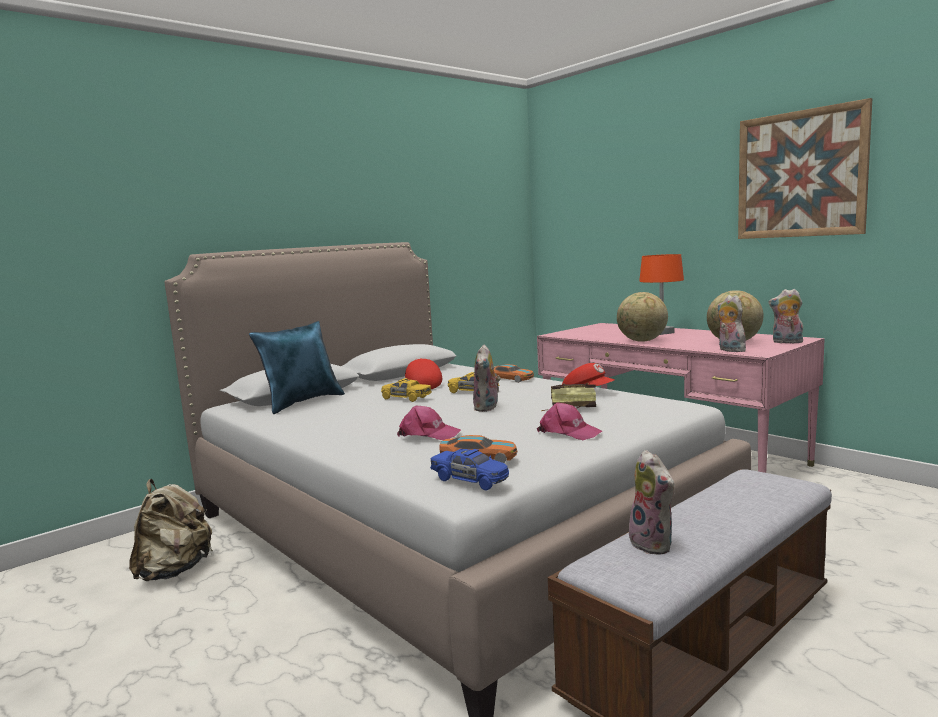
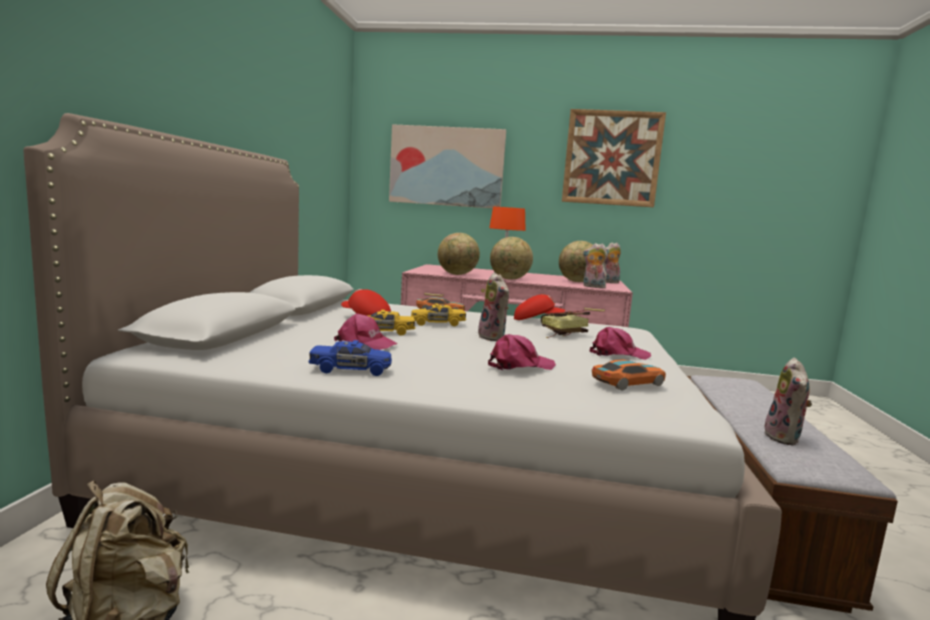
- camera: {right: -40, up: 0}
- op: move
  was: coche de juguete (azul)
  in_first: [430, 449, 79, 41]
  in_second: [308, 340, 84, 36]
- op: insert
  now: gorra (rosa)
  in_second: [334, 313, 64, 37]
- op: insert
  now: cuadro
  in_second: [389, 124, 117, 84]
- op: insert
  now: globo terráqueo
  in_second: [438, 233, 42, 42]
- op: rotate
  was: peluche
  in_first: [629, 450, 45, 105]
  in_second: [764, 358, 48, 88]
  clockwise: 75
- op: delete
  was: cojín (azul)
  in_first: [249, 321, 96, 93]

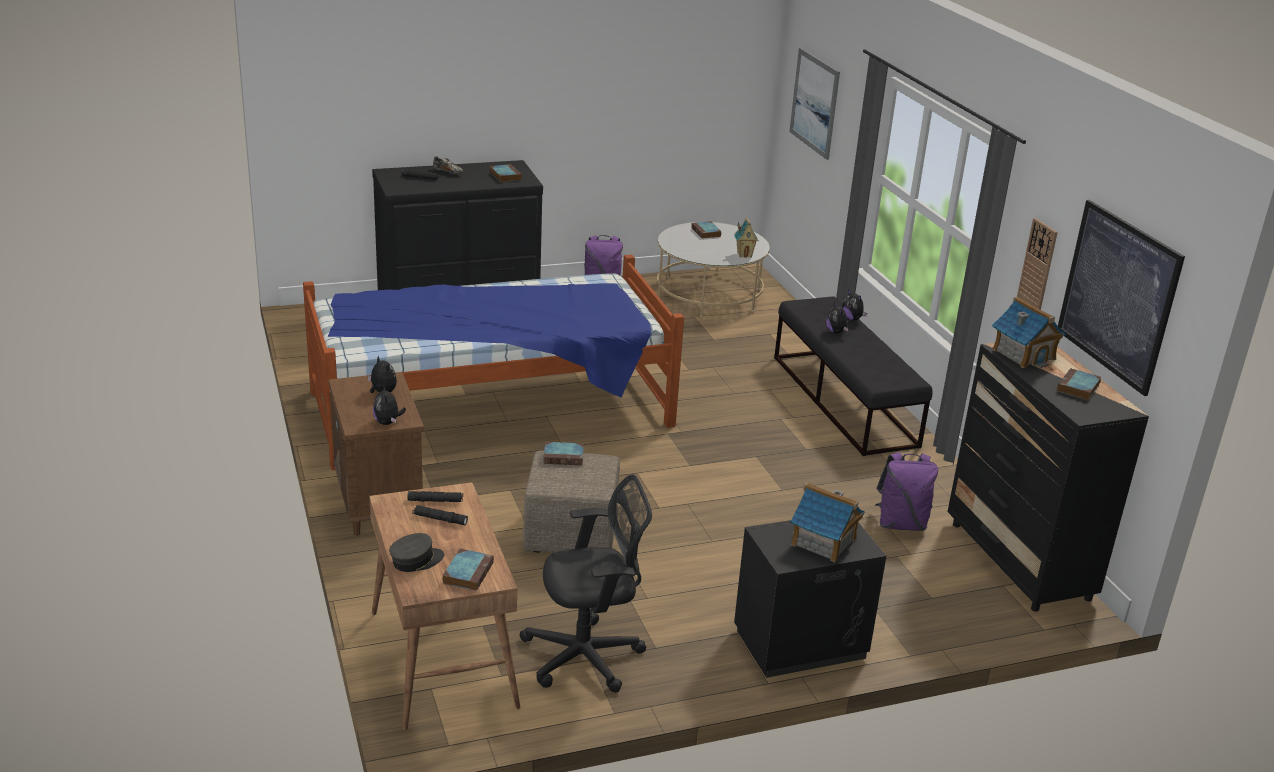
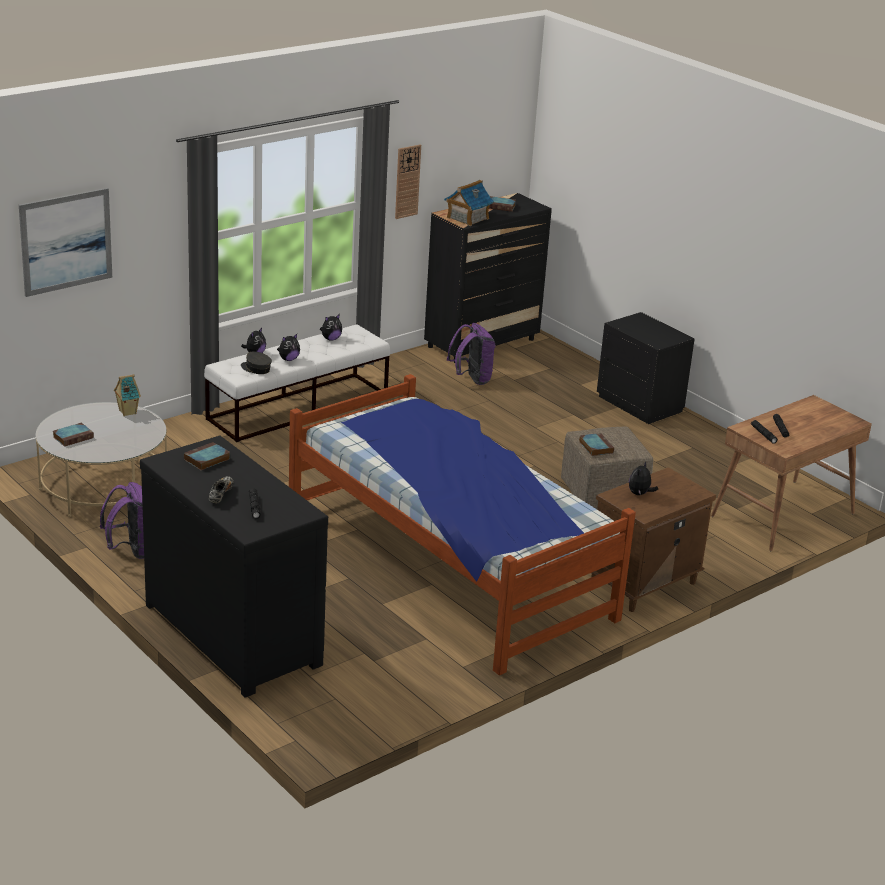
- camera: {right: -110, up: 0}
- op: recolor
  was: banco (negro)
  now: banco (blanco)
  in_first: [774, 297, 159, 159]
  in_second: [204, 324, 186, 118]
- op: move
  was: gorra (gris)
  in_first: [389, 533, 56, 39]
  in_second: [241, 351, 31, 23]
- op: move
  was: peluche
  in_first: [373, 385, 33, 40]
  in_second: [320, 314, 22, 27]
- op: delete
  was: libro
  in_first: [442, 549, 52, 42]
- op: delete
  was: silla de oficina (negro)
  in_first: [520, 475, 132, 217]
- op: delete
  was: casita
  in_first: [791, 483, 74, 79]
- op: delete
  was: cuadro
  in_first: [1058, 200, 127, 196]

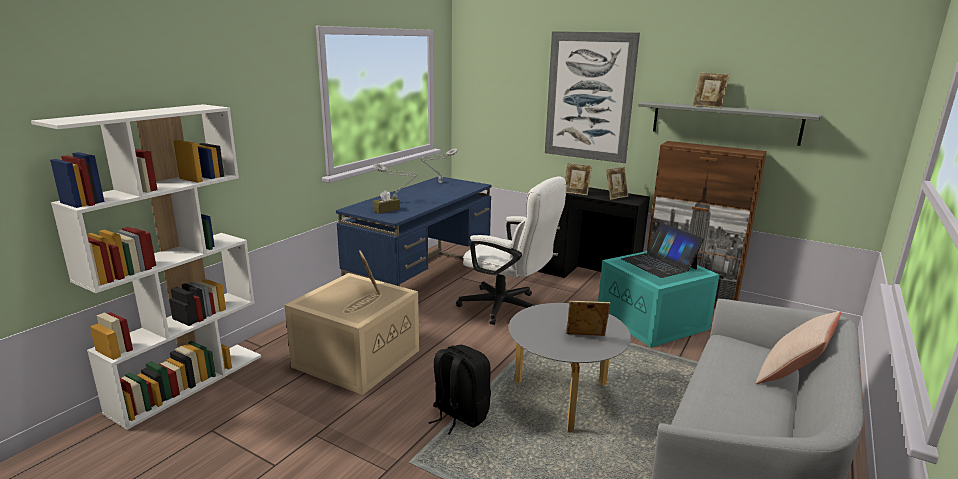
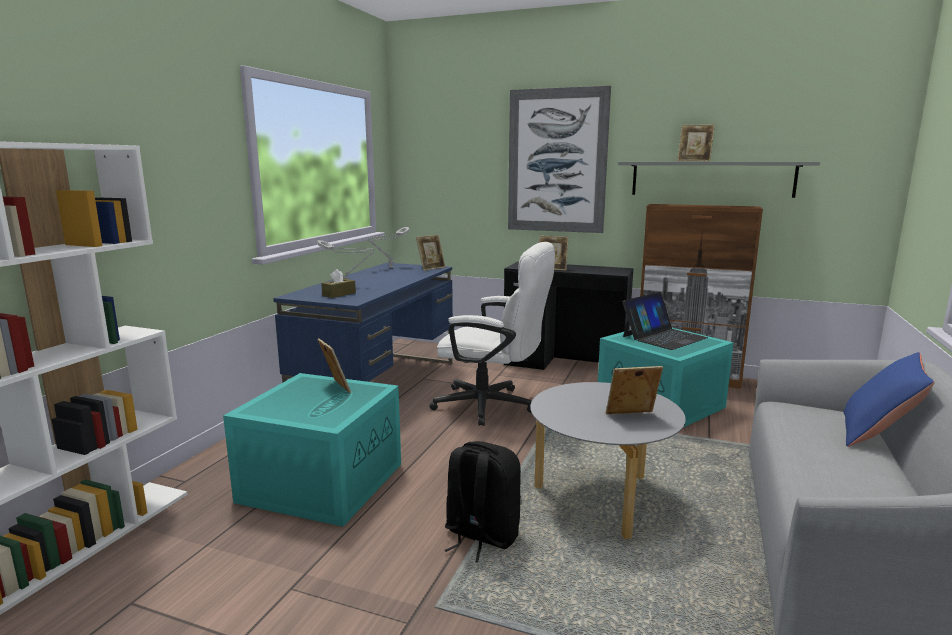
- camera: {right: -10, up: -5}
- op: recolor
  was: caja de almacenaje (beis)
  now: caja de almacenaje (turquesa)
  in_first: [284, 273, 135, 122]
  in_second: [223, 373, 178, 154]
- op: move
  was: portarretratos
  in_first: [606, 167, 22, 33]
  in_second: [416, 235, 30, 36]
- op: rotate
  was: portátil
  in_first: [621, 222, 83, 56]
  in_second: [622, 292, 86, 58]
  clockwise: -90
- op: recolor
  was: cojín (beis)
  now: cojín (azul)
  in_first: [756, 311, 85, 73]
  in_second: [843, 352, 92, 95]

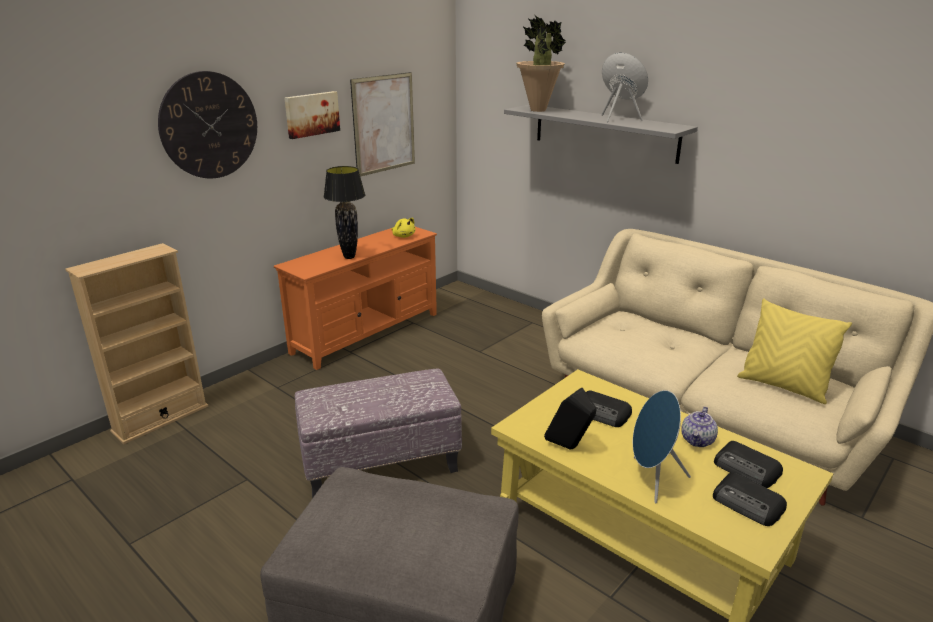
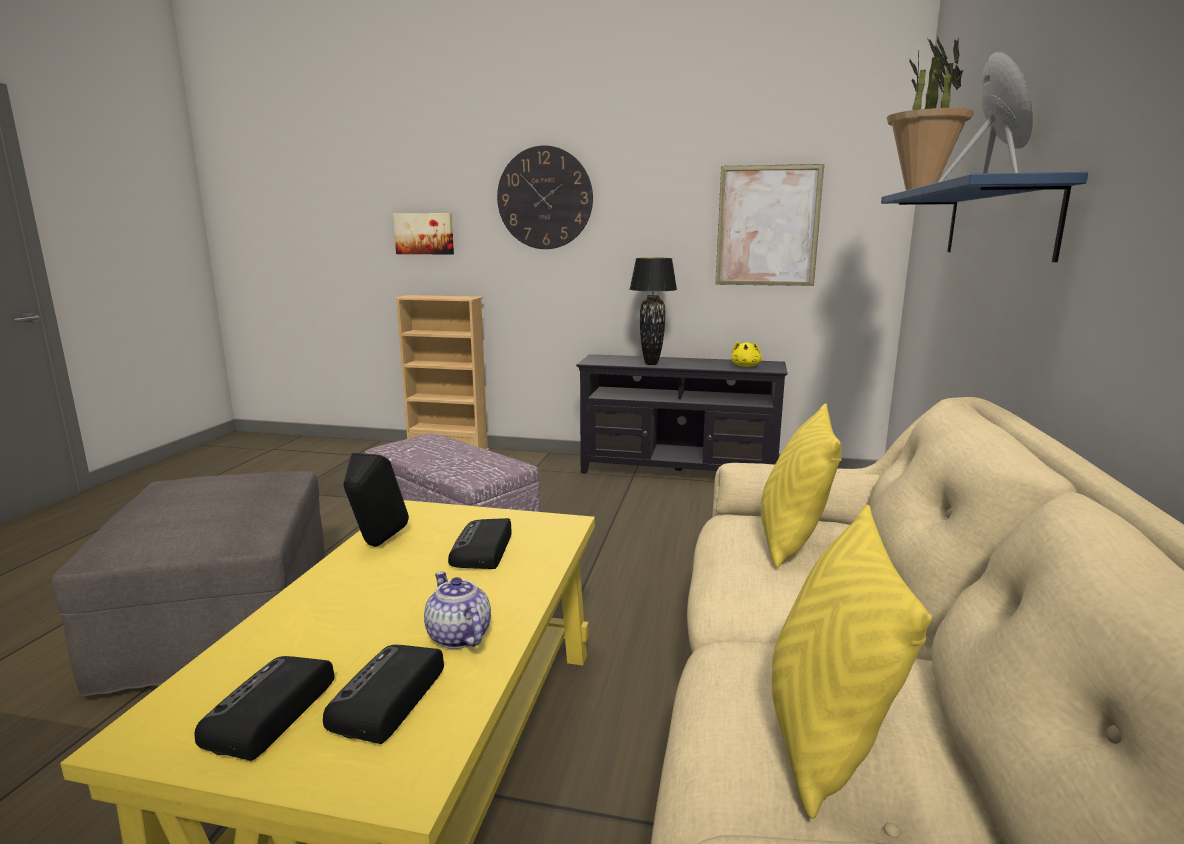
- camera: {right: 60, up: -10}
- op: move
  was: cuadro
  in_first: [284, 91, 56, 48]
  in_second: [393, 213, 61, 42]
- op: rotate
  was: tetera
  in_first: [681, 407, 37, 40]
  in_second: [424, 572, 67, 77]
  clockwise: 60
- op: recolor
  was: mueble de televisión (naranja)
  now: mueble de televisión (negro)
  in_first: [274, 227, 163, 143]
  in_second: [576, 354, 211, 120]
- op: insert
  now: cojín (amarillo)
  in_second: [761, 403, 81, 165]
- op: recolor
  was: estante (gris)
  now: estante (azul)
  in_first: [504, 105, 194, 59]
  in_second: [881, 172, 207, 90]
- op: delete
  was: altavoz (azul)
  in_first: [633, 390, 58, 113]

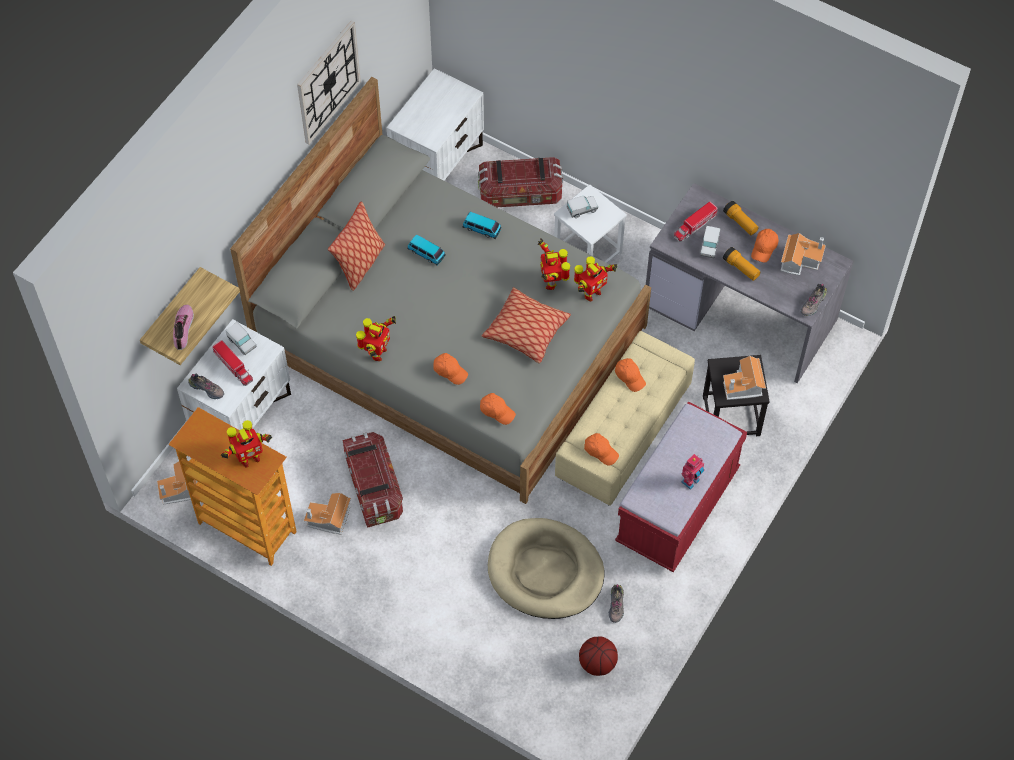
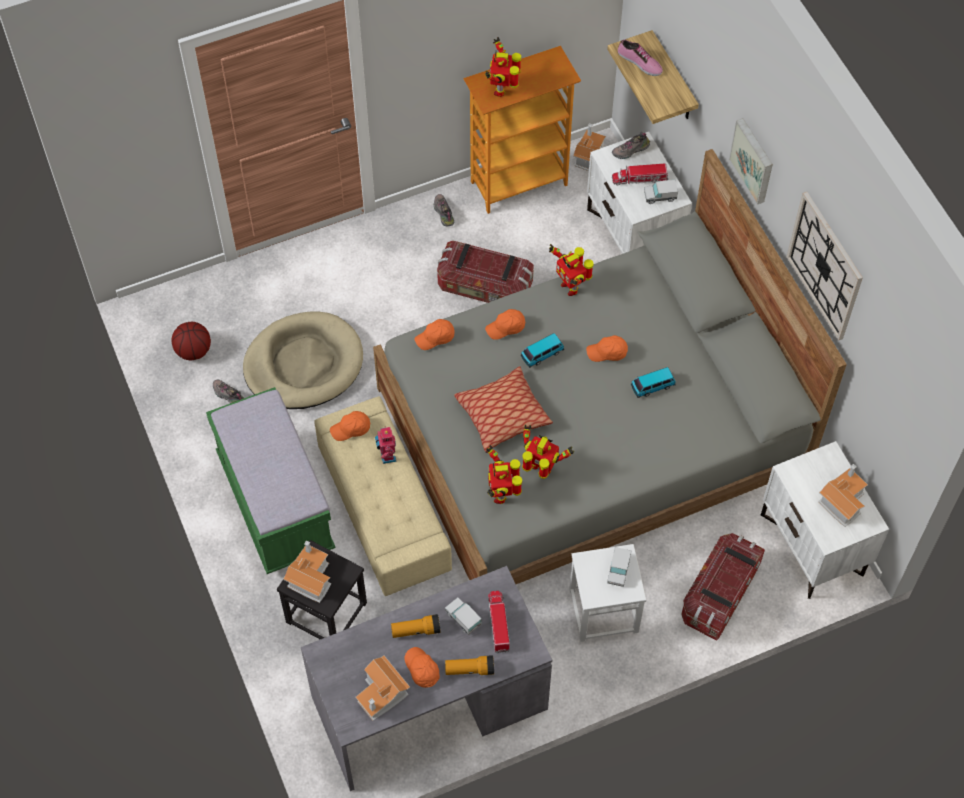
- camera: {right: 125, up: 0}
- op: recolor
  was: banco (rojo)
  now: banco (verde)
  in_first: [615, 402, 132, 170]
  in_second: [206, 387, 130, 187]
- op: move
  was: robot de juguete
  in_first: [681, 454, 24, 36]
  in_second: [375, 426, 22, 38]
- op: move
  was: zapato
  in_first: [800, 284, 27, 32]
  in_second: [434, 194, 21, 32]
- op: move
  was: coche de juguete
  in_first: [463, 212, 38, 27]
  in_second: [520, 333, 44, 35]
- op: move
  was: gorra (naranja)
  in_first: [615, 358, 31, 34]
  in_second: [586, 335, 42, 27]
- op: insert
  now: cuadro
  in_second: [729, 119, 44, 86]
- op: move
  was: casita
  in_first: [304, 493, 47, 42]
  in_second: [818, 464, 50, 63]
- op: delete
  was: cojín
  in_first: [328, 202, 57, 89]

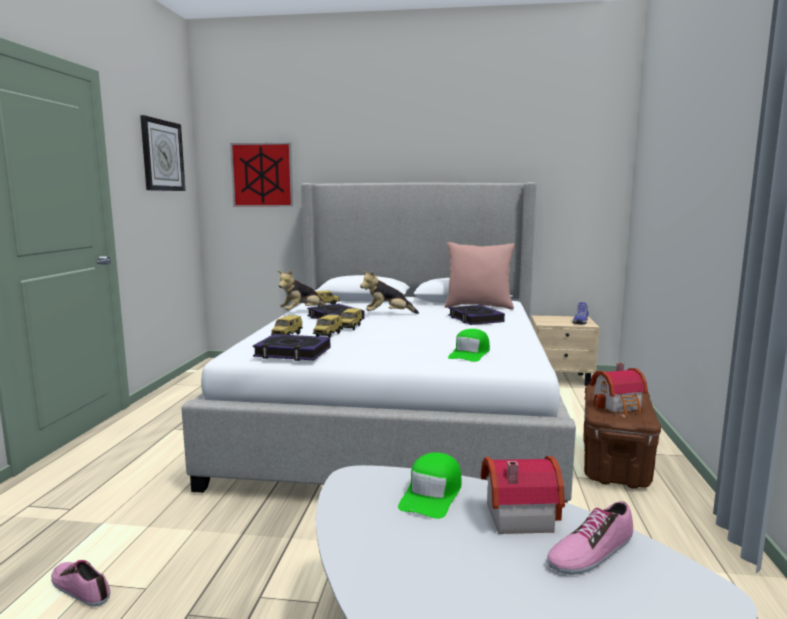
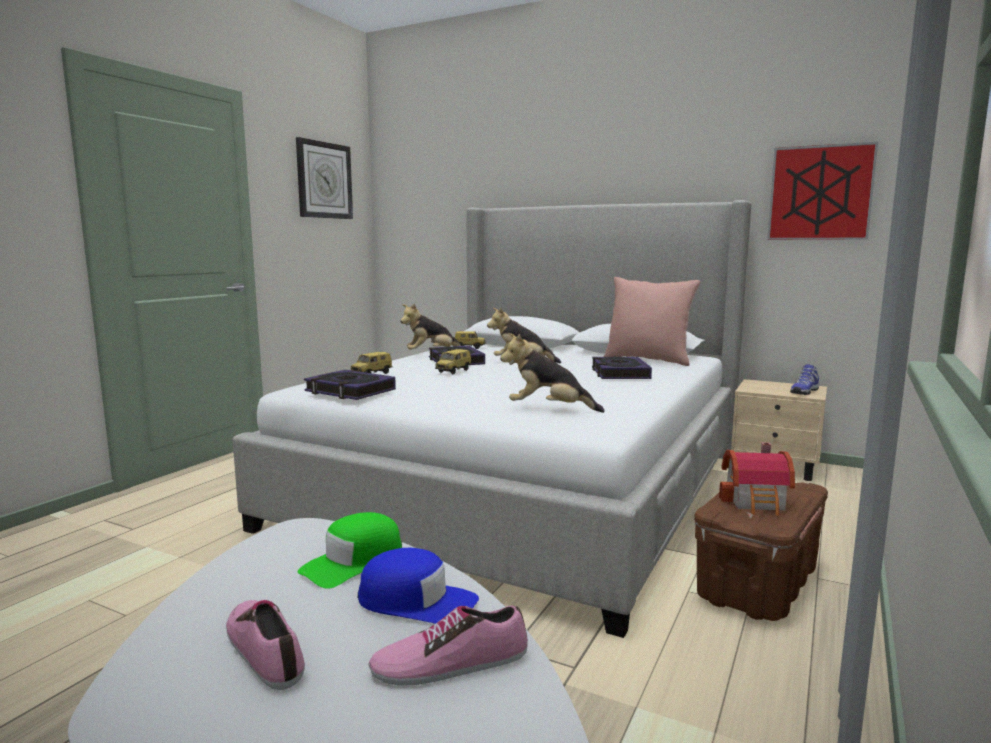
- camera: {right: 20, up: 0}
- op: move
  was: zapato
  in_first: [51, 560, 59, 47]
  in_second: [226, 600, 79, 90]
- op: replace
  was: casita
  now: gorra (azul)
  in_first: [481, 456, 84, 78]
  in_second: [358, 548, 121, 76]
- op: replace
  was: gorra (verde)
  now: peluche
  in_first: [448, 329, 42, 33]
  in_second: [500, 333, 105, 80]
- op: move
  was: cuadro
  in_first: [230, 143, 63, 64]
  in_second: [767, 142, 111, 98]
- op: delete
  was: coche de juguete
  in_first: [313, 315, 29, 23]

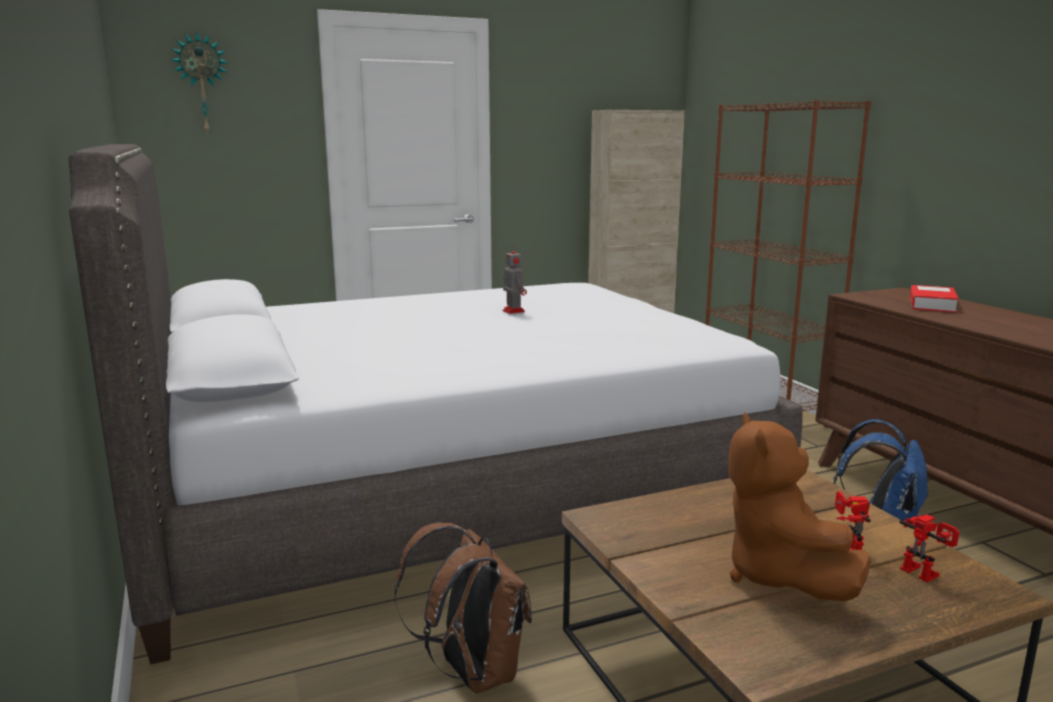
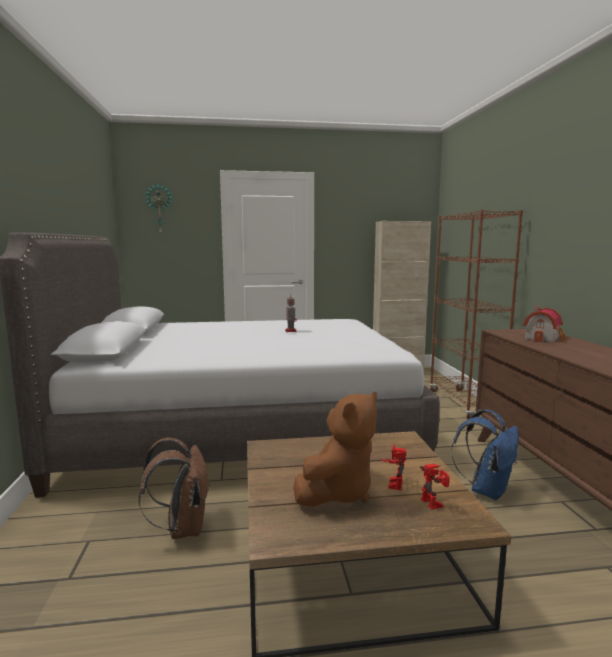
- camera: {right: 15, up: -5}
- op: rotate
  was: peluche (marrón)
  in_first: [728, 412, 143, 189]
  in_second: [293, 392, 84, 115]
  clockwise: -150
- op: replace
  was: libro
  now: casita
  in_first: [910, 285, 49, 28]
  in_second: [523, 306, 43, 36]

